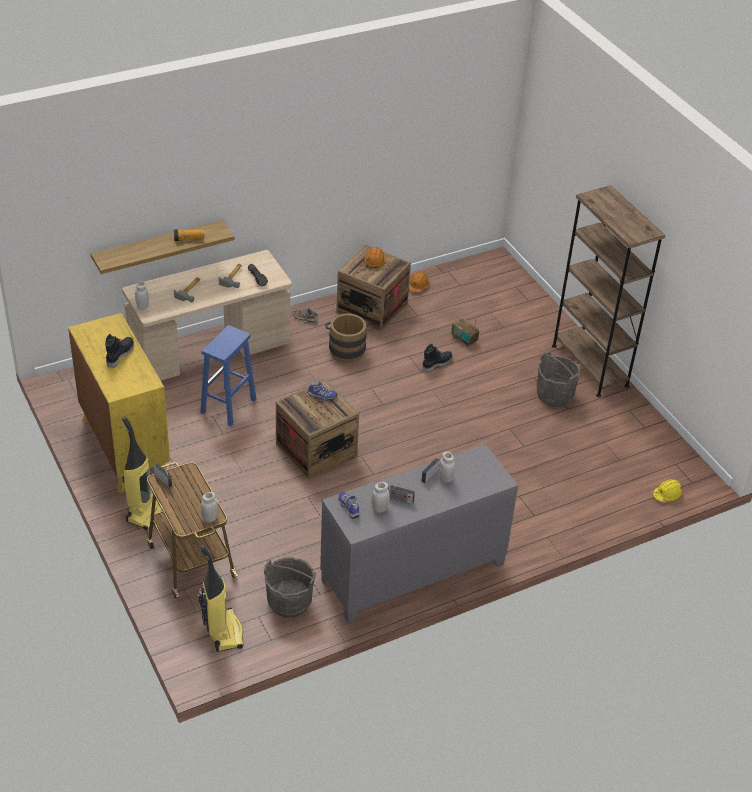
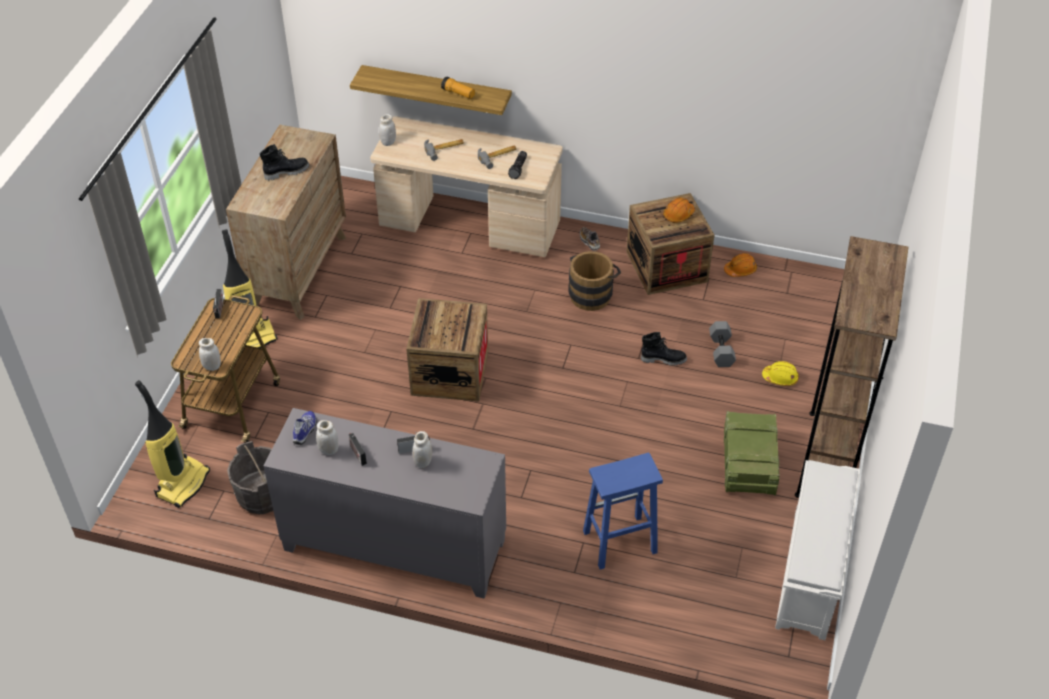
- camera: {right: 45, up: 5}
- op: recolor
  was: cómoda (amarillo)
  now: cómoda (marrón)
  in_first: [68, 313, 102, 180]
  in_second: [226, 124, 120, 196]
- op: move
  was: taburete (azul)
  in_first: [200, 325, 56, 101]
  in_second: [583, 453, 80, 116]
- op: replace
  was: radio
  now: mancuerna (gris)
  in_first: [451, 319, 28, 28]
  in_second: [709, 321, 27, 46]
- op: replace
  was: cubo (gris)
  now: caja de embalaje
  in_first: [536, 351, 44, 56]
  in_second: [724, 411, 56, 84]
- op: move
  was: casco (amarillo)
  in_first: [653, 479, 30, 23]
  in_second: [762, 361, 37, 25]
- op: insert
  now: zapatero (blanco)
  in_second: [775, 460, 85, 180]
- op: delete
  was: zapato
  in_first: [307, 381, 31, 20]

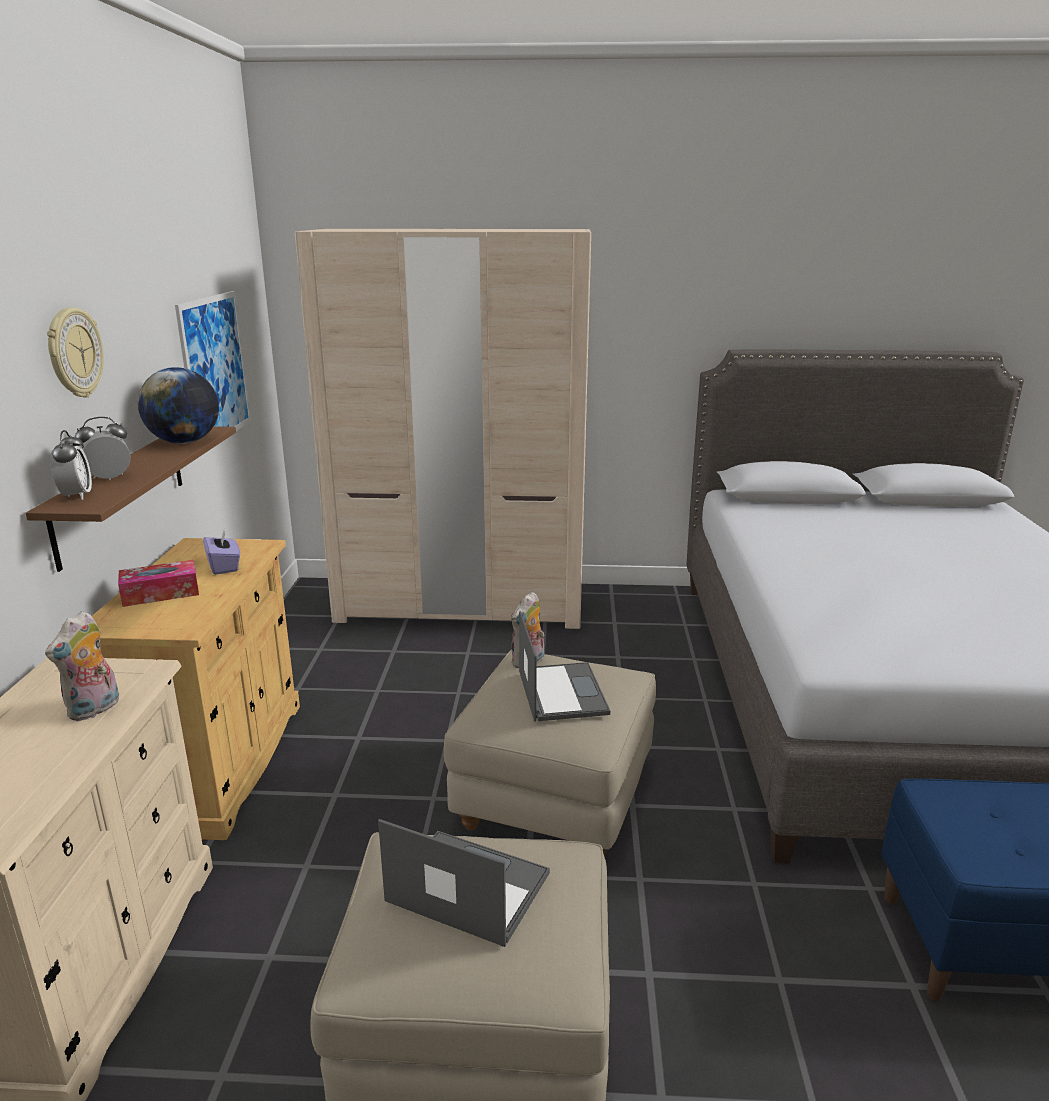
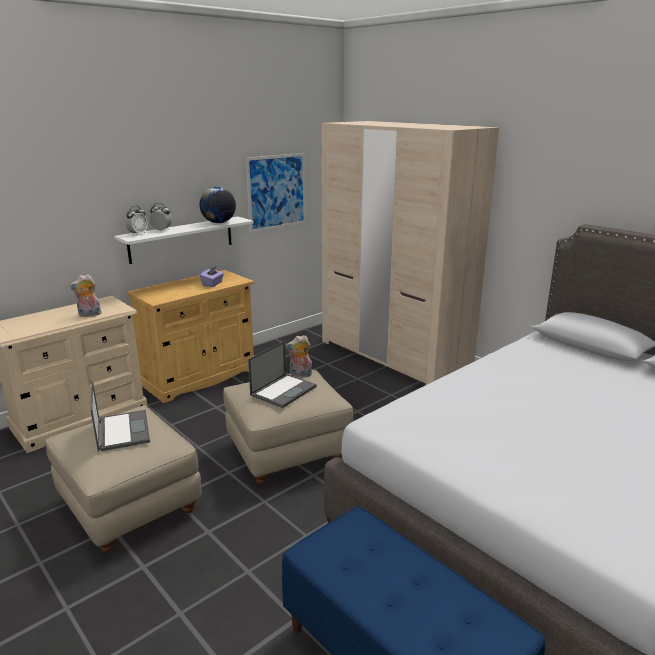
- camera: {right: 45, up: 0}
- op: recolor
  was: estante (marrón)
  now: estante (blanco)
  in_first: [26, 426, 210, 146]
  in_second: [114, 217, 140, 47]
- op: delete
  was: reloj de pared
  in_first: [47, 308, 57, 90]
- op: delete
  was: caja de pañuelos
  in_first: [118, 560, 81, 47]

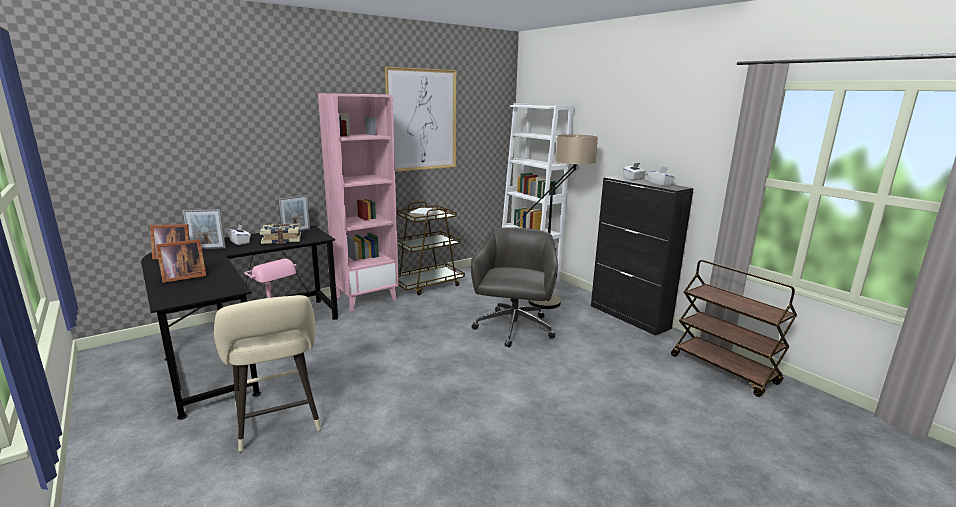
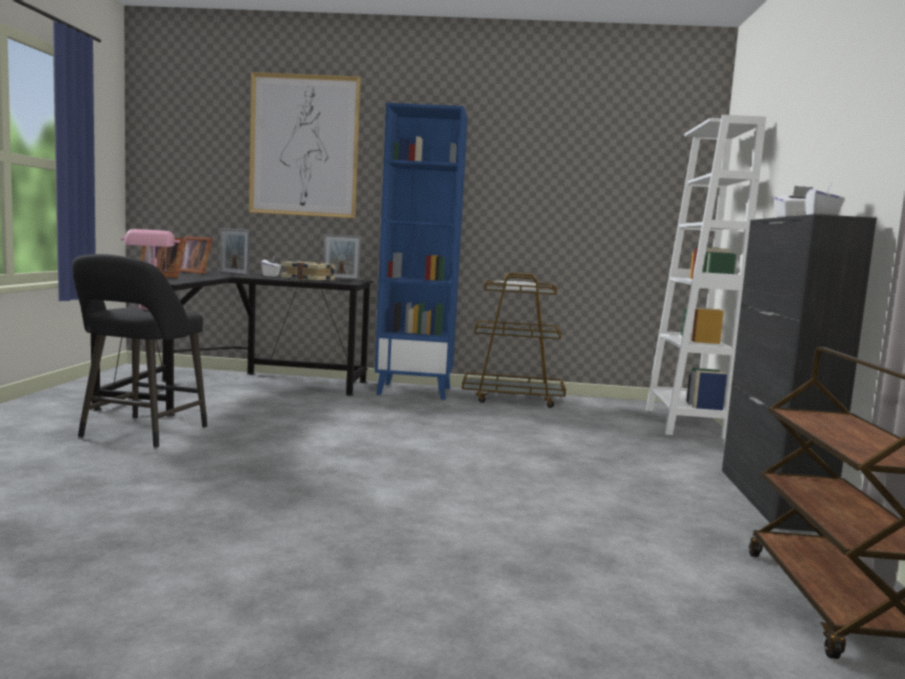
- camera: {right: 40, up: -10}
- op: recolor
  was: taburete (beis)
  now: taburete (negro)
  in_first: [214, 295, 107, 157]
  in_second: [72, 254, 135, 194]
- op: move
  was: cuadro
  in_first: [385, 67, 71, 105]
  in_second: [249, 72, 112, 147]
- op: recolor
  was: estantería (rosa)
  now: estantería (azul)
  in_first: [318, 93, 81, 219]
  in_second: [375, 103, 93, 297]
- op: delete
  was: silla de oficina (gris)
  in_first: [471, 227, 87, 121]
- op: delete
  was: lámpara de pie
  in_first: [515, 134, 83, 175]

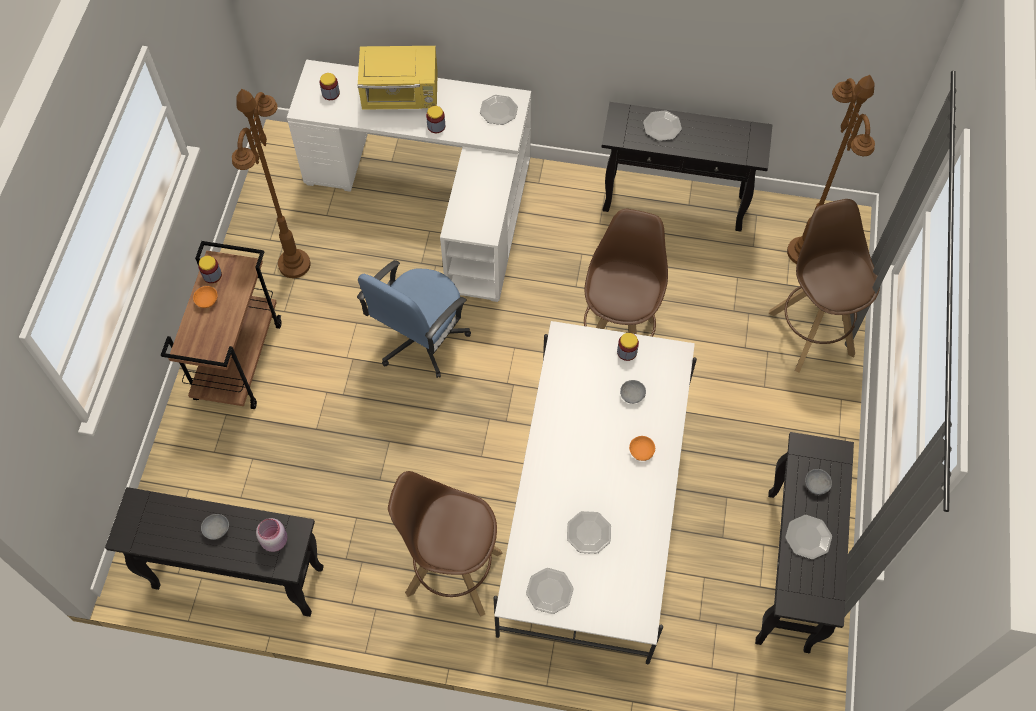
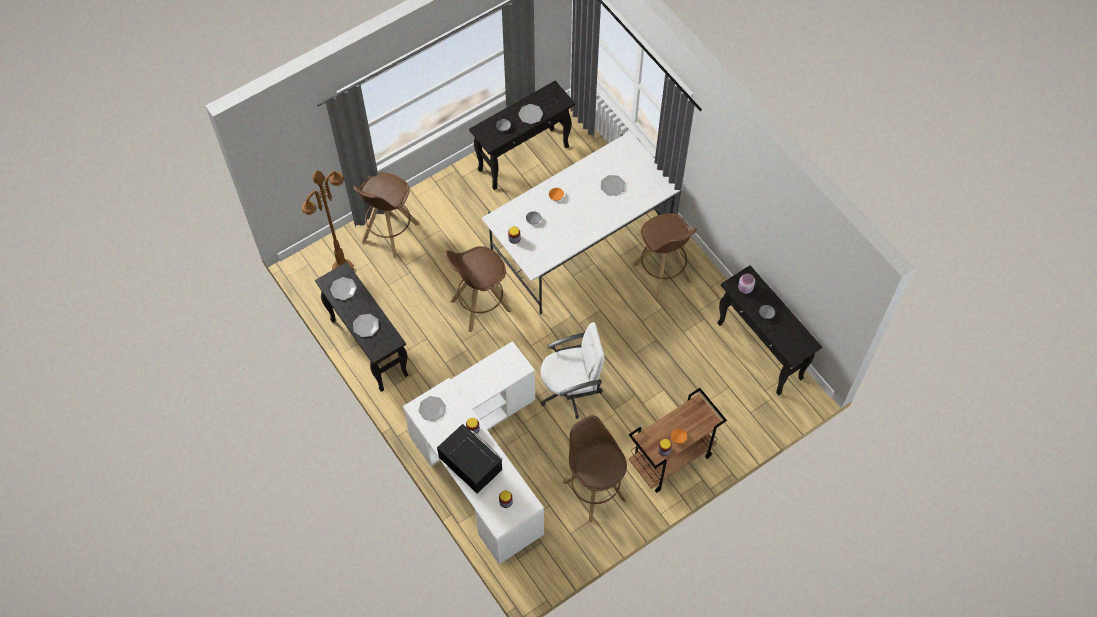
- camera: {right: -135, up: 0}
- op: move
  was: plato
  in_first: [526, 568, 48, 46]
  in_second: [330, 277, 27, 23]
- op: recolor
  was: microondas (amarillo)
  now: microondas (negro)
  in_first: [358, 46, 80, 64]
  in_second: [437, 424, 66, 70]
- op: recolor
  was: silla de oficina (azul)
  now: silla de oficina (blanco)
  in_first: [357, 260, 114, 118]
  in_second: [540, 322, 65, 97]
- op: replace
  was: lámpara de pie (marrón)
  now: taburete (marrón)
  in_first: [232, 89, 78, 189]
  in_second: [563, 415, 64, 108]

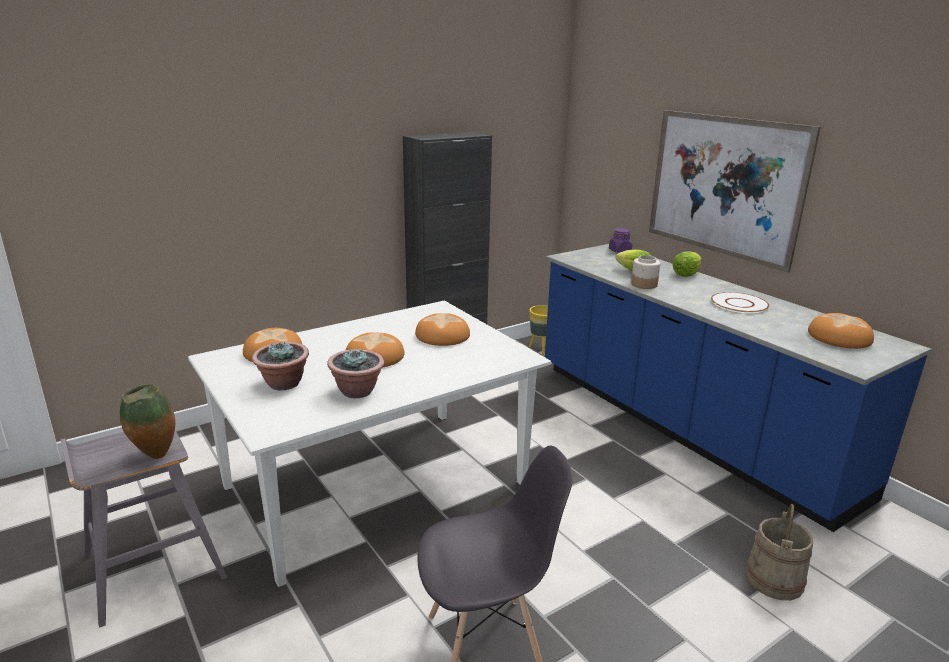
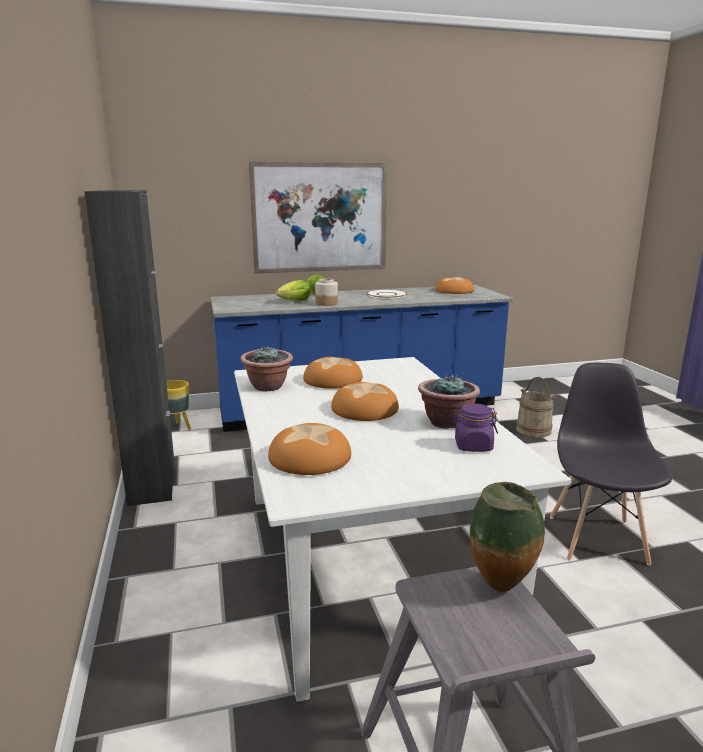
- camera: {right: -70, up: -5}
- op: move
  was: planta en maceta
  in_first: [252, 342, 57, 48]
  in_second: [240, 346, 53, 45]
- op: move
  was: tarro (morado)
  in_first: [609, 228, 23, 25]
  in_second: [452, 403, 46, 49]

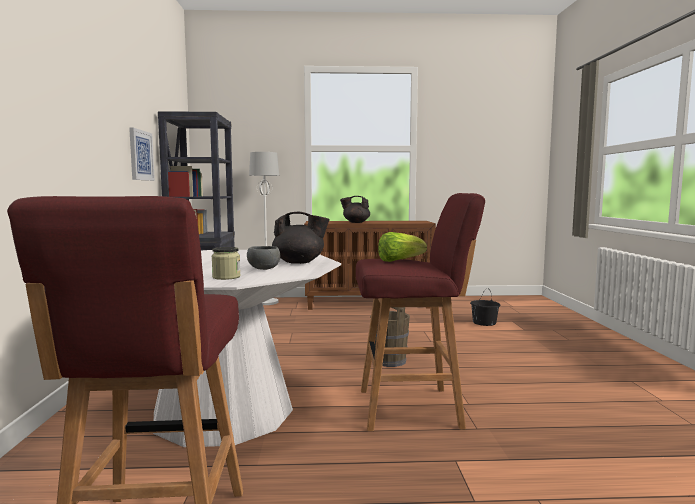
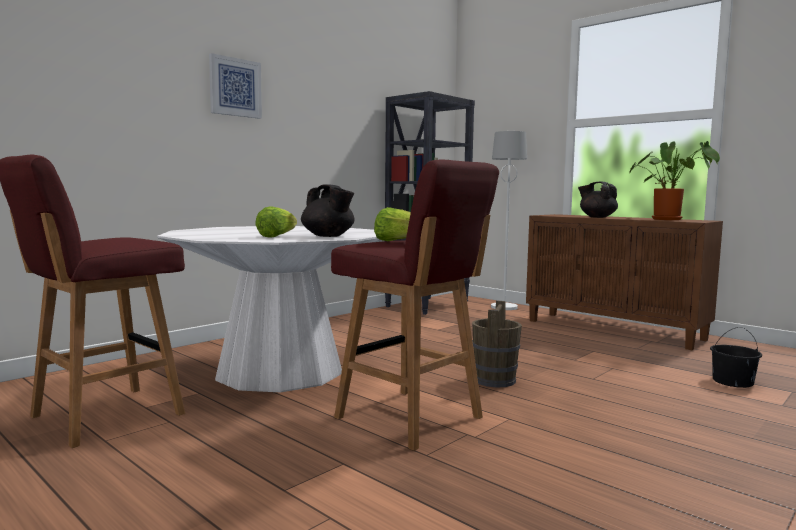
- camera: {right: 45, up: 0}
- op: move
  was: cuadro
  in_first: [129, 128, 26, 53]
  in_second: [209, 53, 53, 66]
- op: replace
  was: cuenco (gris)
  now: lechuga
  in_first: [247, 246, 33, 24]
  in_second: [255, 206, 42, 32]
- op: insert
  now: planta en maceta
  in_second: [629, 141, 91, 79]
- op: delete
  was: tarro
  in_first: [212, 247, 29, 33]

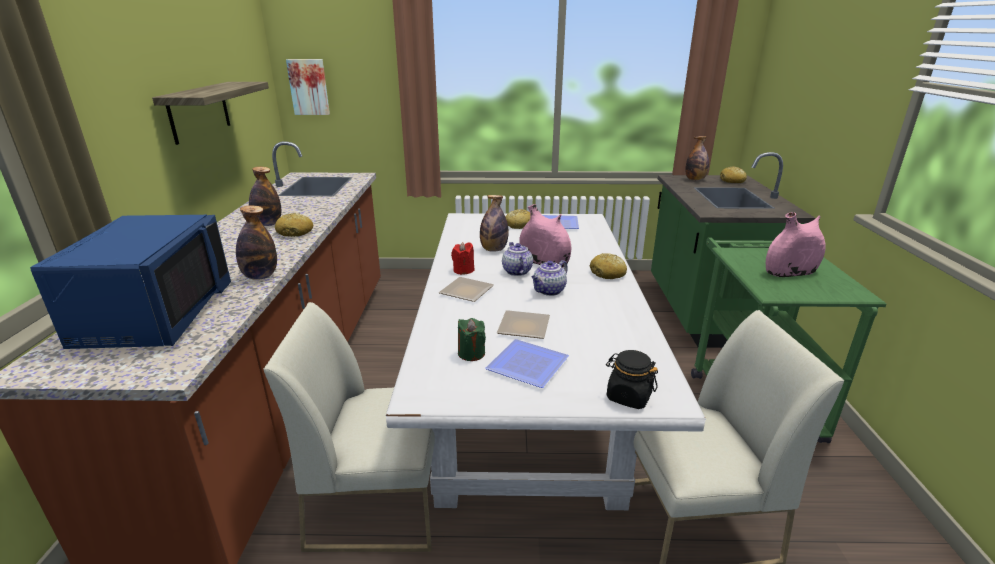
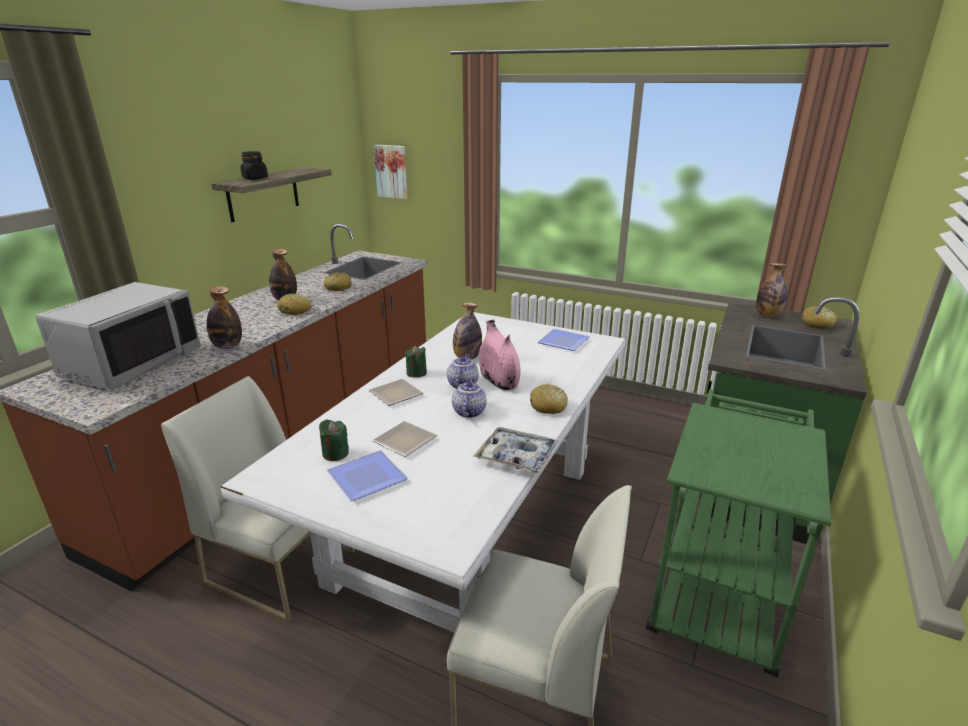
- camera: {right: 25, up: 0}
- op: recolor
  was: microondas (azul)
  now: microondas (gris)
  in_first: [30, 215, 201, 134]
  in_second: [35, 282, 166, 109]
- op: move
  was: tarro (negro)
  in_first: [606, 350, 52, 59]
  in_second: [241, 151, 27, 29]
- op: move
  was: pan
  in_first: [506, 209, 24, 20]
  in_second: [324, 272, 28, 19]
- op: recolor
  was: vela (rojo)
  now: vela (verde)
  in_first: [451, 242, 24, 33]
  in_second: [406, 346, 21, 31]
- op: rotate
  was: tetera
  in_first: [532, 260, 36, 36]
  in_second: [452, 377, 35, 41]
  clockwise: 120
- op: insert
  now: bandeja
  in_second: [473, 427, 86, 47]
- op: delete
  was: florero (rosa)
  in_first: [766, 212, 60, 65]

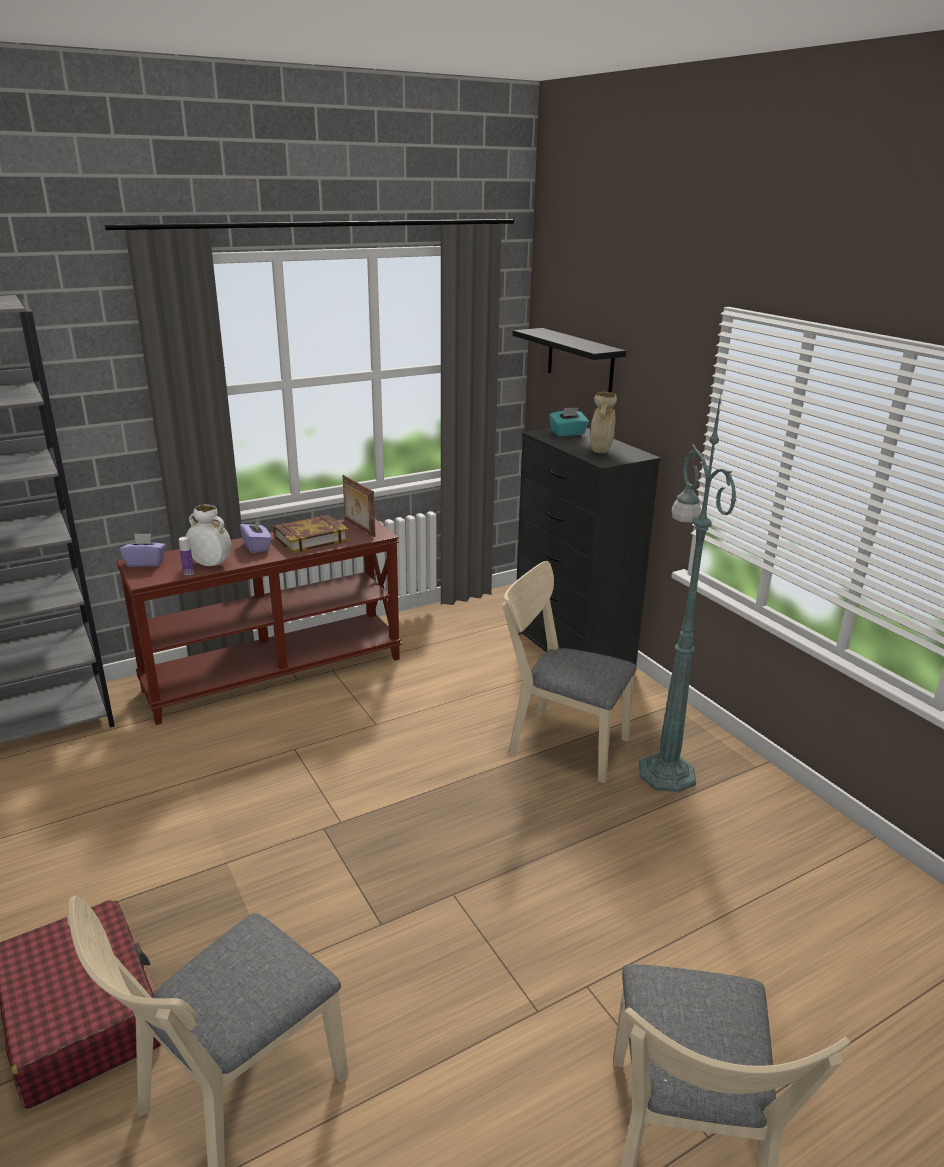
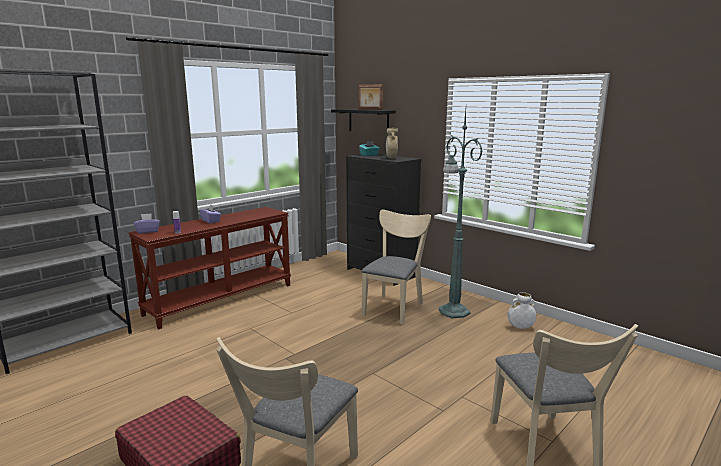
- camera: {right: -15, up: -10}
- op: move
  was: portarretratos
  in_first: [343, 475, 33, 62]
  in_second: [358, 84, 25, 26]
- op: rotate
  was: silla (beis)
  in_first: [503, 561, 134, 222]
  in_second: [361, 209, 70, 116]
  clockwise: 105
- op: move
  was: florero (blanco)
  in_first: [186, 504, 45, 62]
  in_second: [507, 292, 29, 37]
- op: delete
  was: libro
  in_first: [273, 515, 76, 38]

